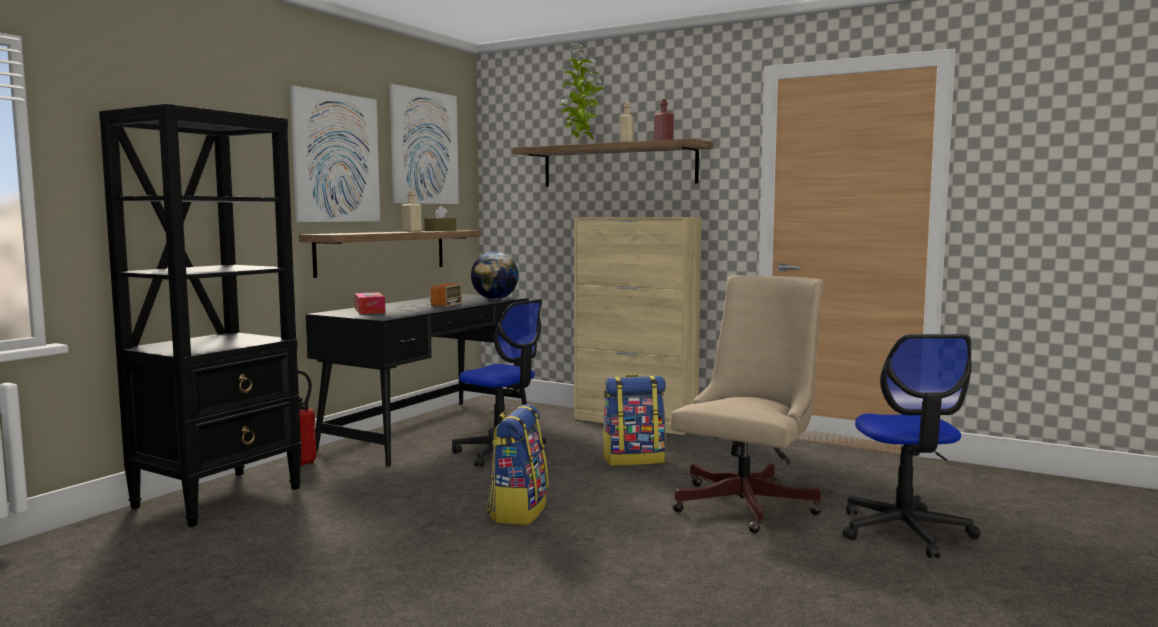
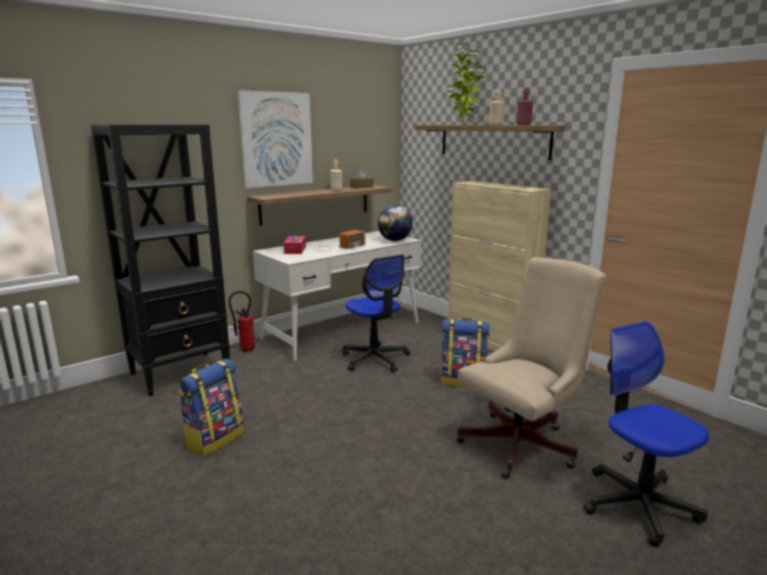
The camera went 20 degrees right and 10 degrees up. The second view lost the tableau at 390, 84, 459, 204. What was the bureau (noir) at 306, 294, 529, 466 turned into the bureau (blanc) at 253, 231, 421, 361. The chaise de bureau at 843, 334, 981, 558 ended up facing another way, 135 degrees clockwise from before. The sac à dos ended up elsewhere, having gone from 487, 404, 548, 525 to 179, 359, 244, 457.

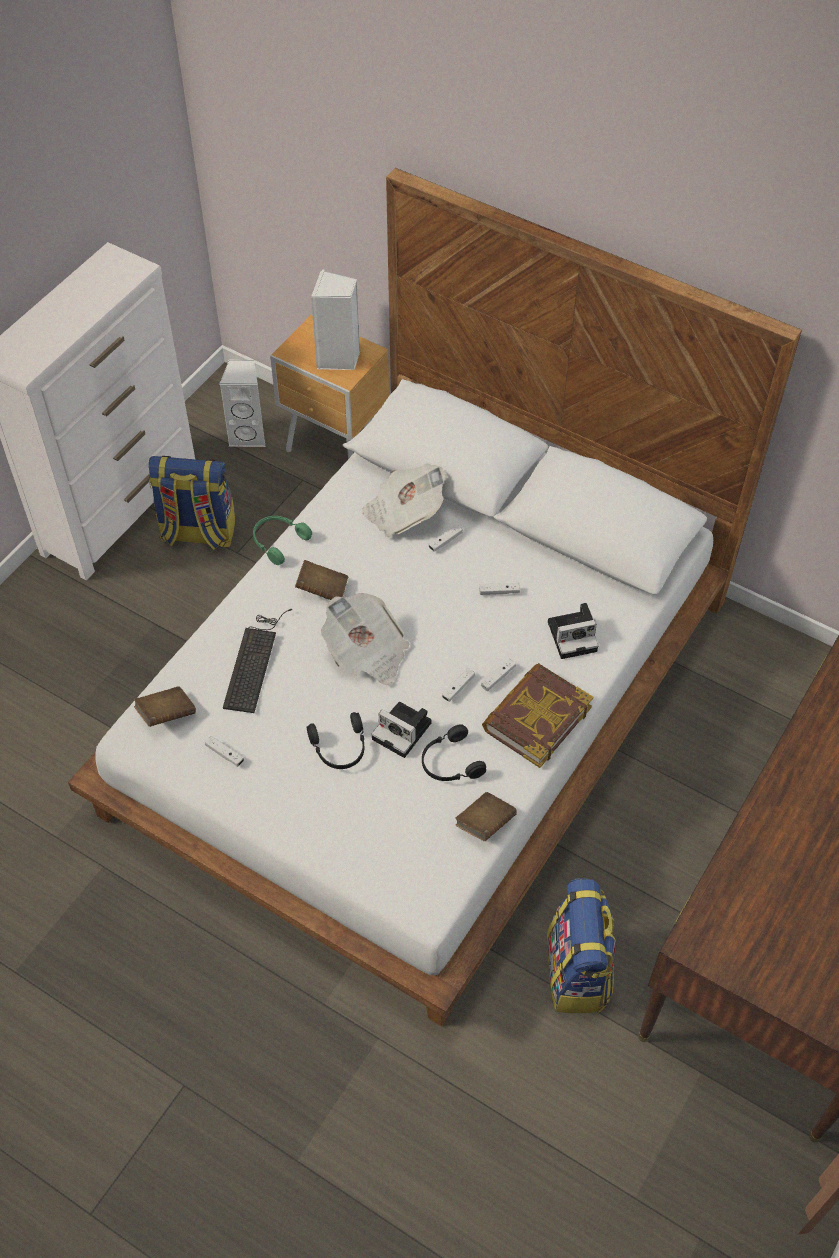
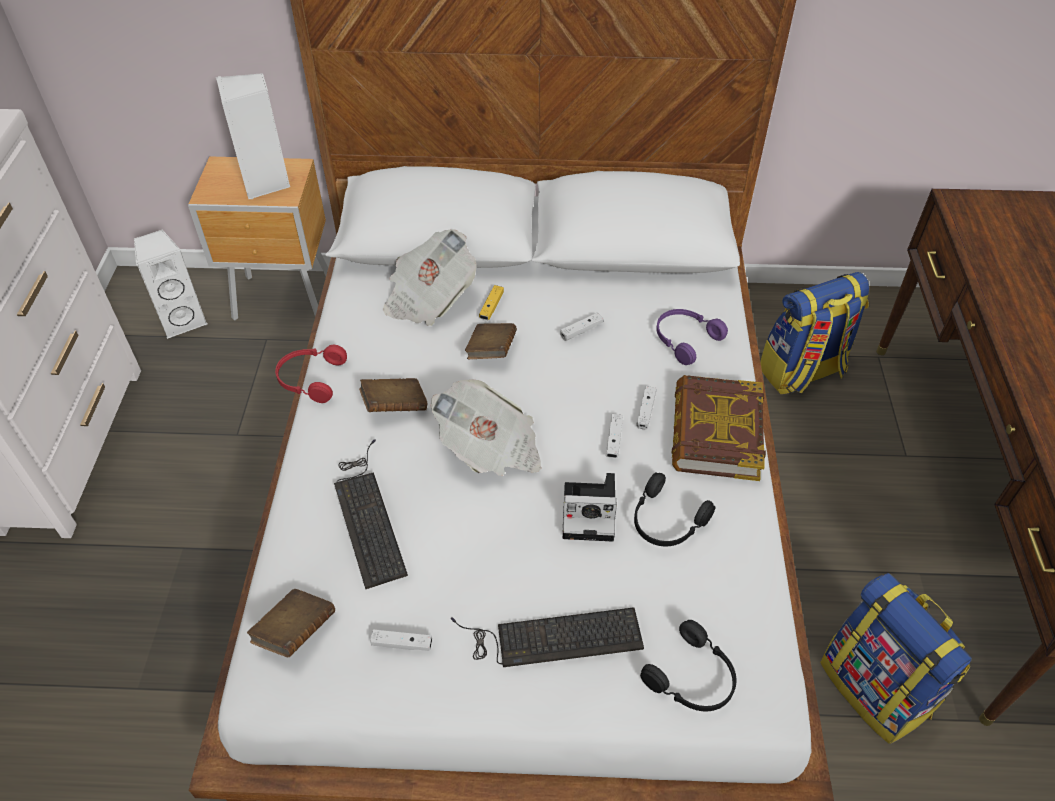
The camera went 30 degrees left and 5 degrees down. The sac à dos ended up elsewhere, having gone from 149, 456, 235, 550 to 760, 272, 869, 394. What was the casque audio (vert) at 253, 516, 312, 565 turned into the casque audio (rouge) at 275, 345, 347, 403. What was the manette (blanc) at 428, 524, 463, 552 turned into the manette (jaune) at 479, 285, 504, 320. Where the appareil photo stood at 548, 603, 598, 659, the casque audio (violet) came to stand at 656, 309, 728, 365. The casque audio (noir) ended up elsewhere, having gone from 306, 712, 364, 769 to 640, 620, 737, 711. The livre (marron) ended up elsewhere, having gone from 455, 792, 517, 841 to 465, 323, 517, 359. The second view gained the clavier at 451, 607, 644, 667.

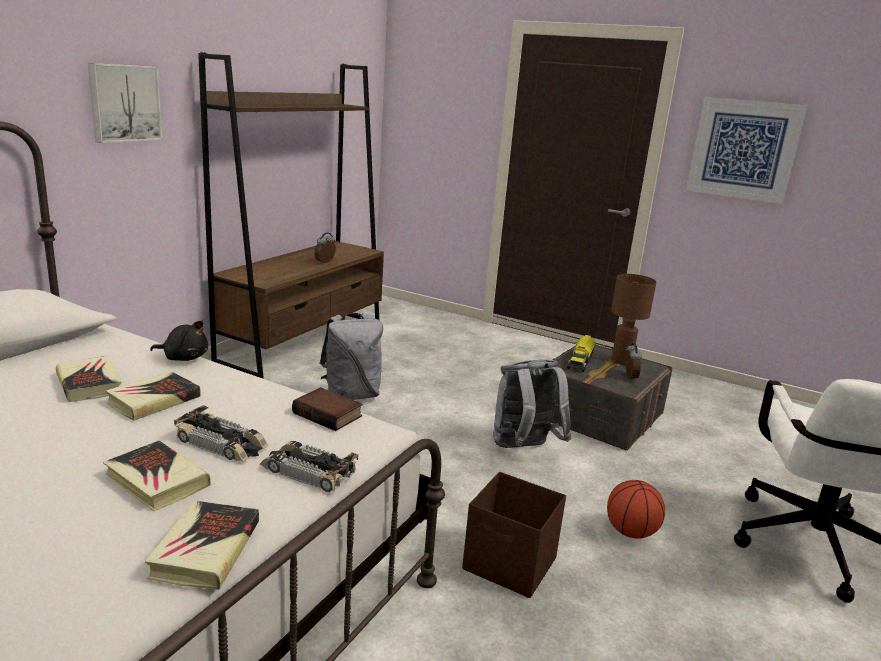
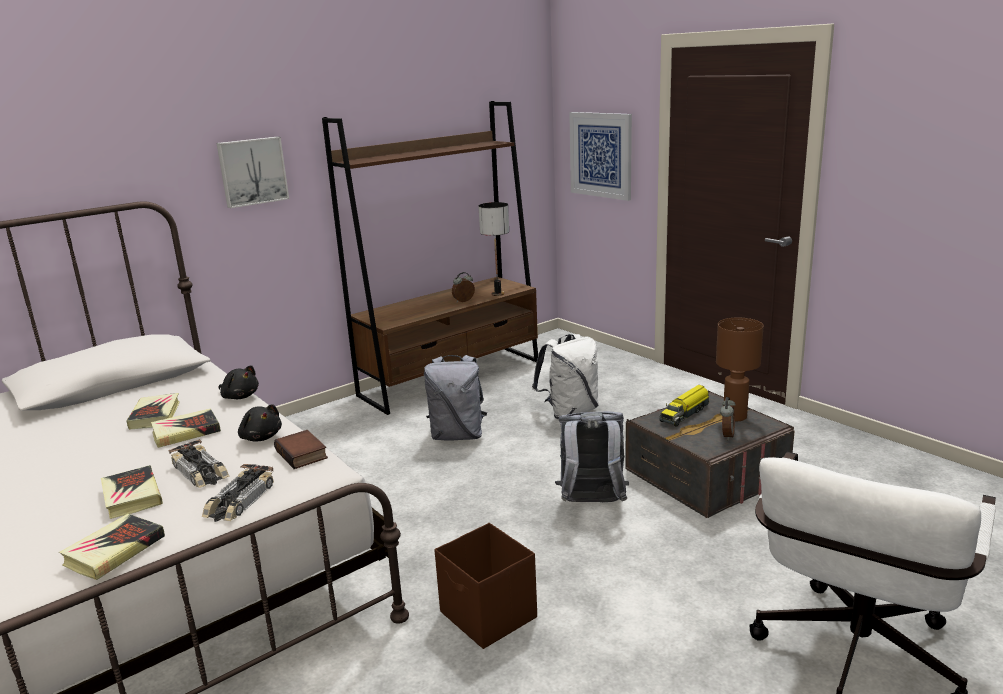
The camera went 25 degrees right and 0 degrees up. The tableau ended up elsewhere, having gone from 686, 97, 807, 204 to 569, 112, 632, 201. The petite voiture at 259, 441, 358, 492 ended up facing another way, 120 degrees counterclockwise from before. The second view lost the ballon de basket at 607, 480, 665, 539. The second view gained the lampe de table at 478, 202, 509, 296. The second view gained the sac à dos (blanc) at 532, 334, 598, 419. The second view gained the peluche (noir) at 238, 404, 282, 441.

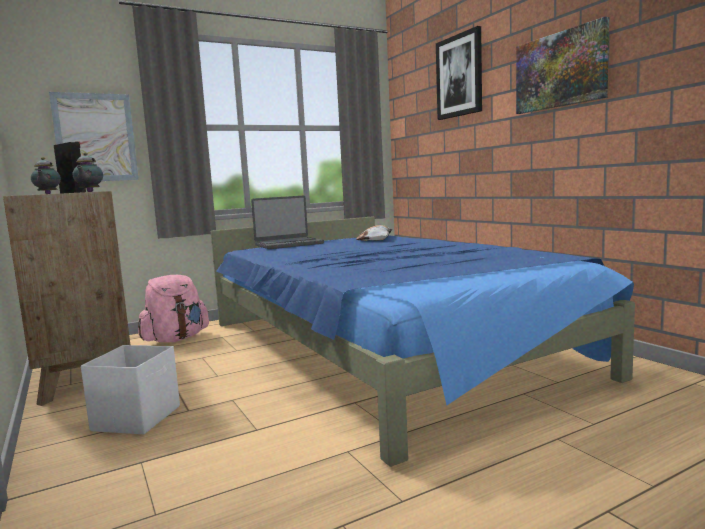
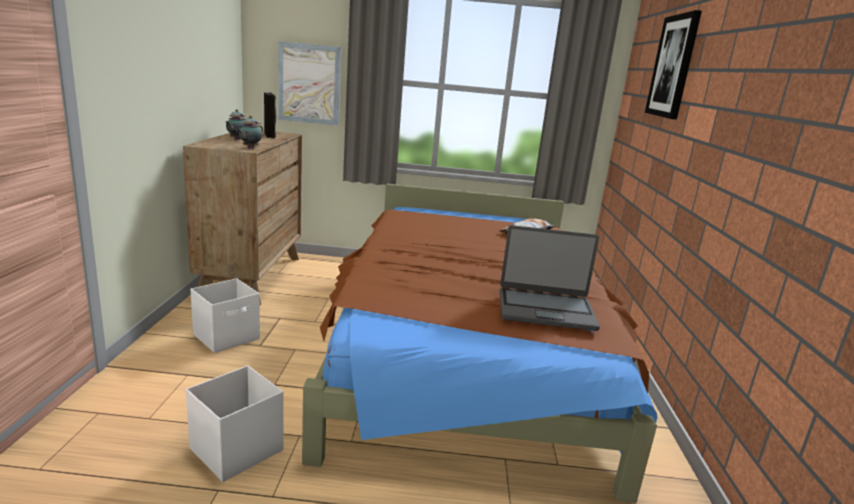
The camera went 30 degrees right and 10 degrees up. The second view lost the tableau at 516, 17, 609, 114. The ordinateur portable ended up elsewhere, having gone from 251, 196, 324, 249 to 500, 225, 600, 331. What was the lit (bleu) at 211, 216, 635, 467 turned into the lit (marron) at 302, 184, 657, 503. The second view lost the sac à dos (rose) at 138, 275, 209, 342. The second view gained the boîte de rangement (blanc) at 186, 365, 284, 482.

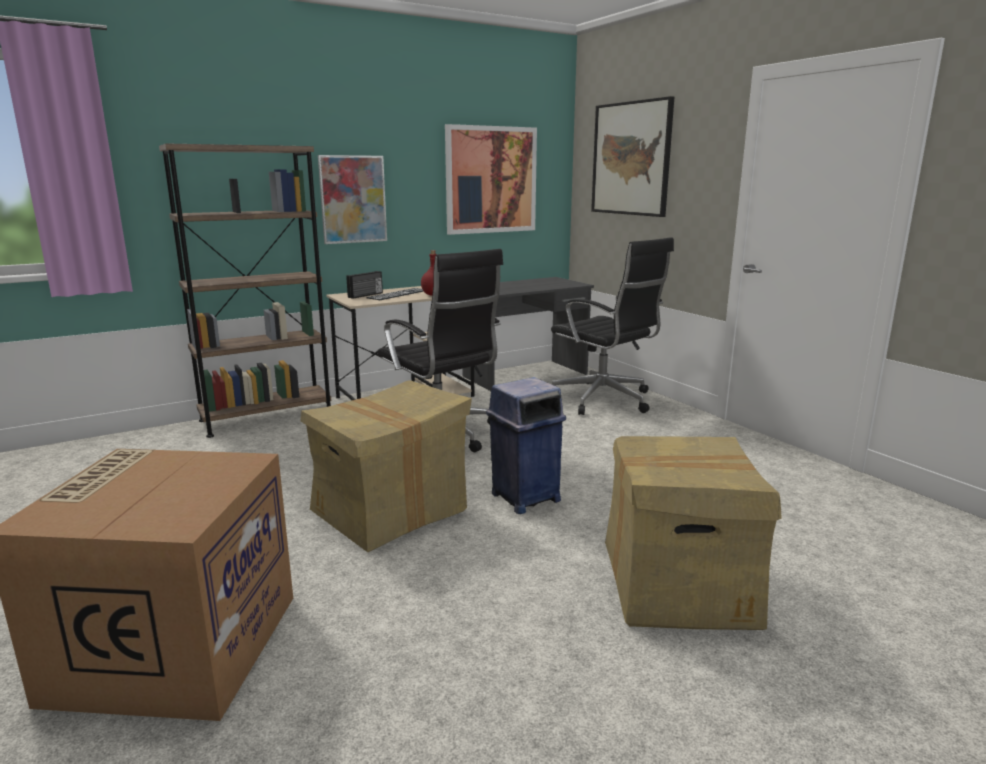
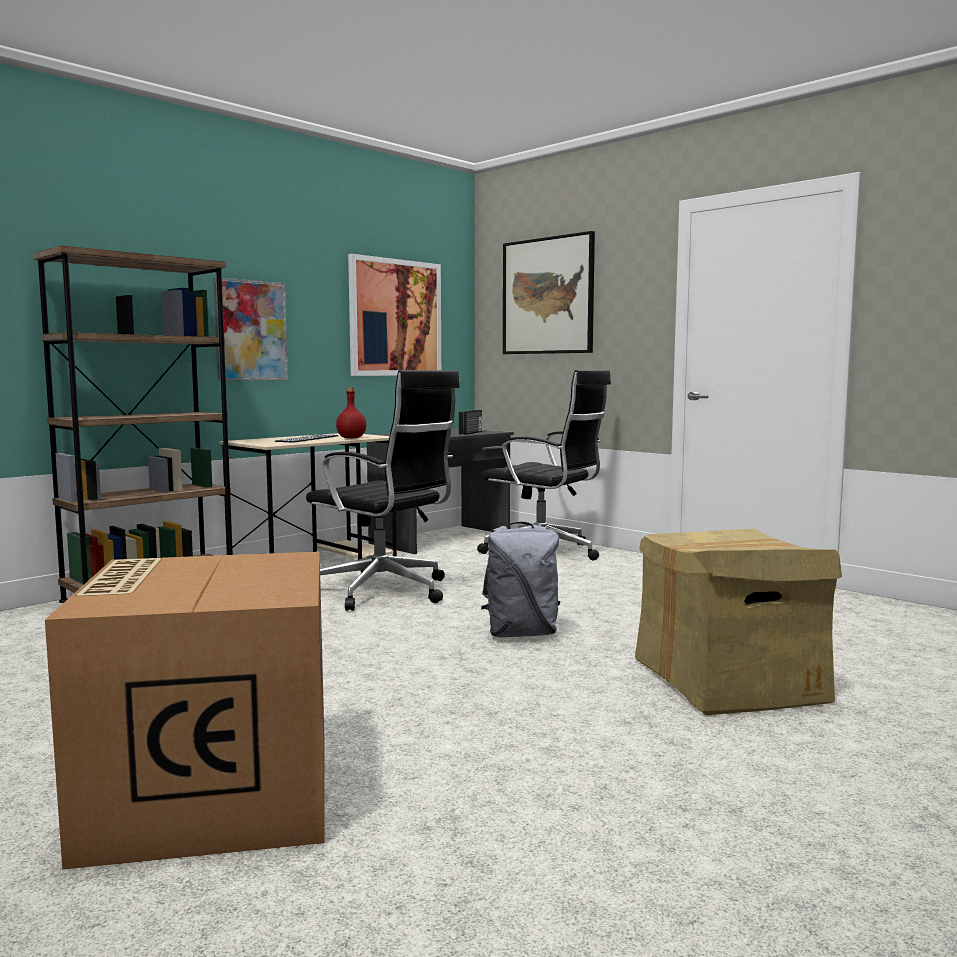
The camera went 15 degrees left and 10 degrees down. The radio ended up elsewhere, having gone from 346, 271, 383, 299 to 459, 410, 483, 435. Where the poubelle (bleu) stood at 486, 377, 566, 514, the sac à dos (gris) came to stand at 481, 522, 560, 637. The second view lost the carton at 301, 380, 472, 552.

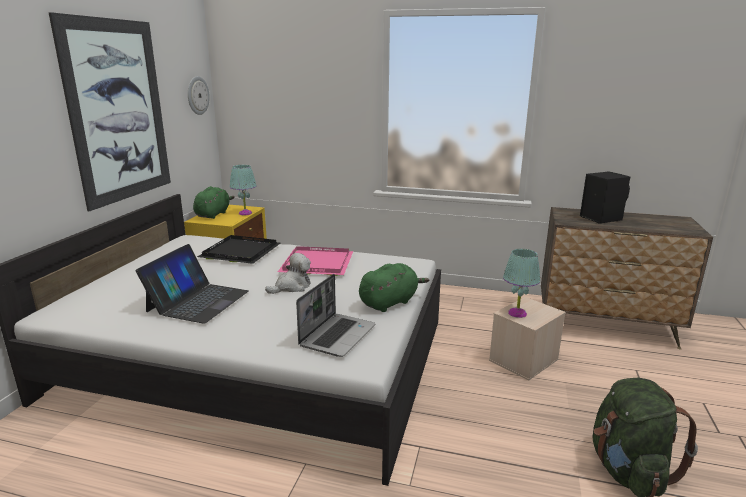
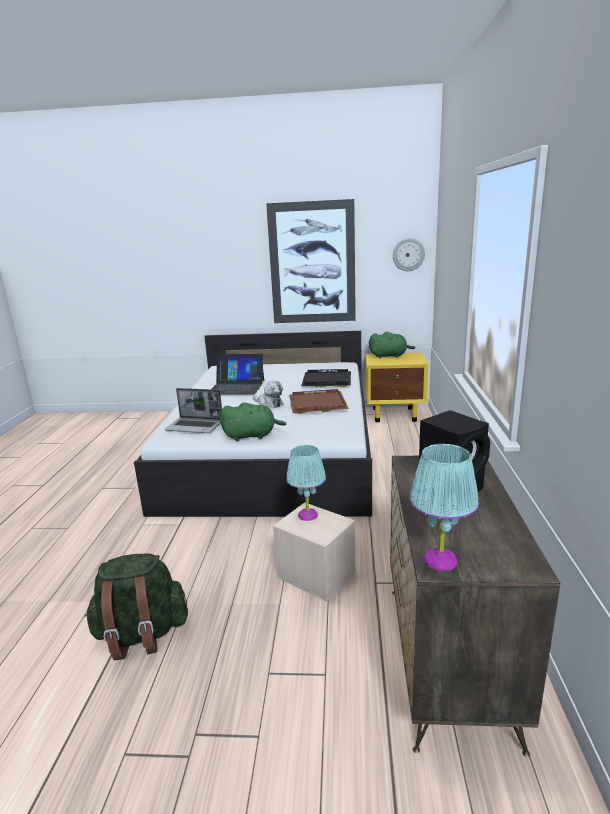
The camera went 80 degrees right and 0 degrees up. The lampe de table (turquoise) ended up elsewhere, having gone from 230, 165, 257, 215 to 410, 444, 479, 570. What was the plateau (rose) at 278, 246, 353, 276 turned into the plateau (marron) at 289, 389, 349, 414. The peluche (vert) at 359, 263, 429, 312 ended up facing another way, 45 degrees counterclockwise from before.

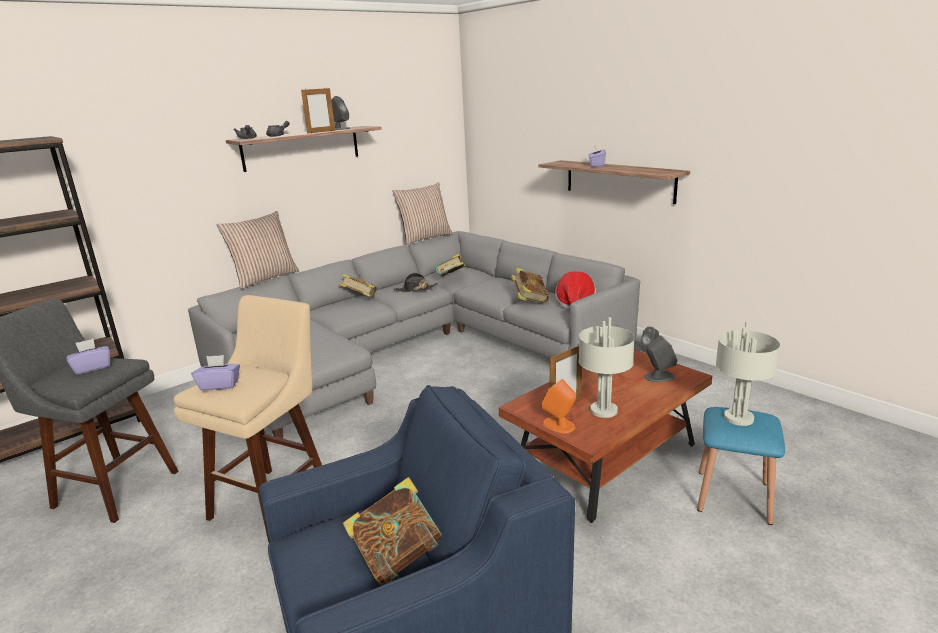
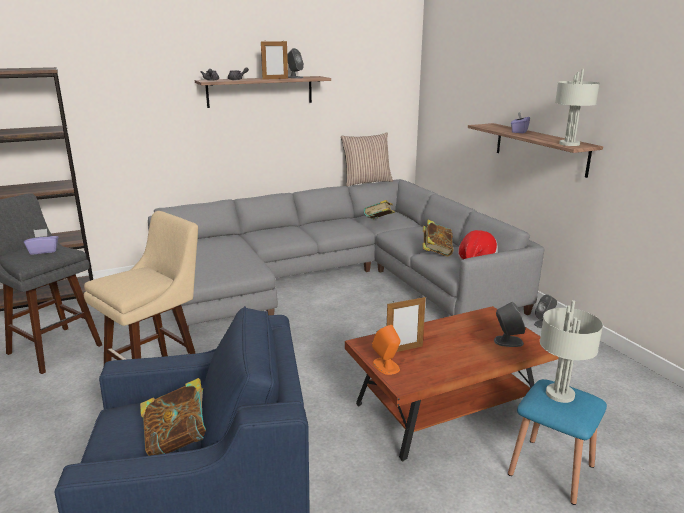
The camera went 15 degrees right and 0 degrees up. The second view lost the coussin at 217, 211, 299, 289. The second view lost the chapeau (noir) at 393, 273, 438, 292. The second view lost the livre at 339, 274, 377, 297. The lampe de table (gris) ended up elsewhere, having gone from 579, 317, 635, 418 to 555, 69, 600, 146. The second view lost the boîte à mouchoirs (violet) at 191, 355, 240, 391.

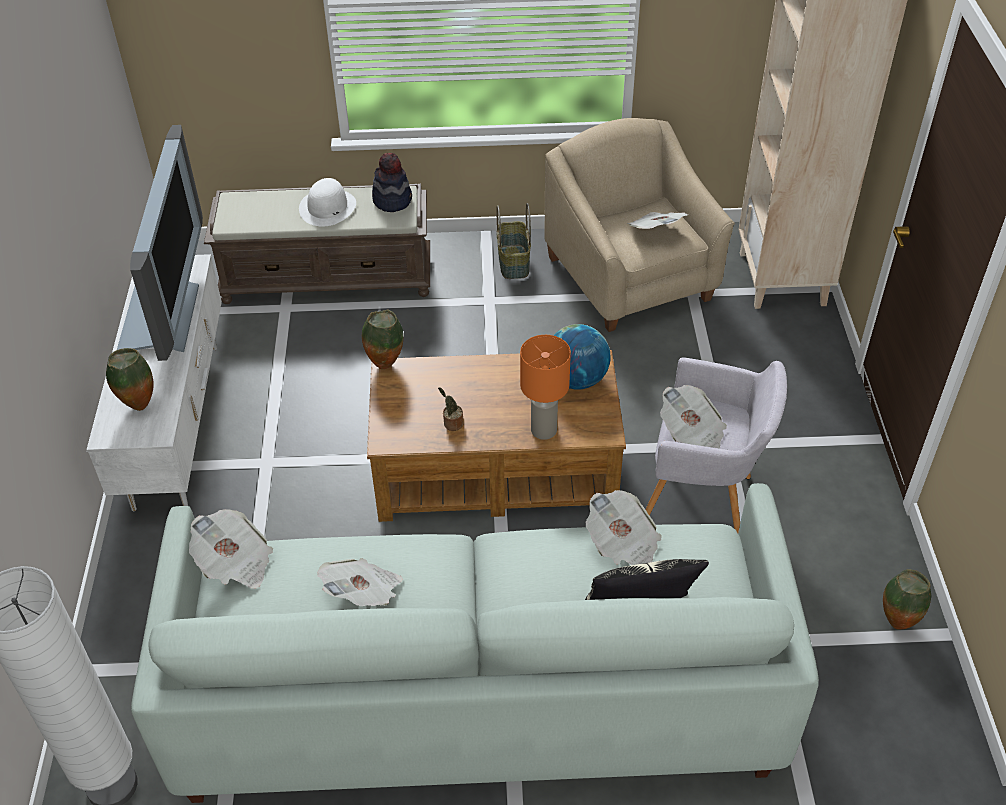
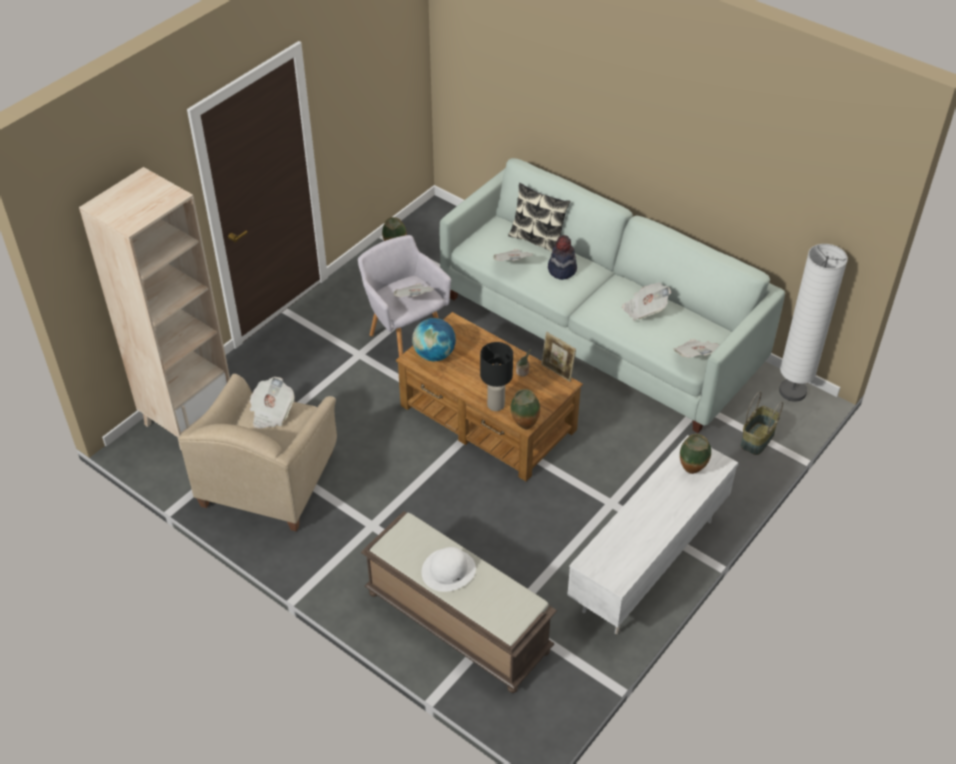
The camera went 140 degrees left and 0 degrees up. The second view lost the téléviseur at 117, 125, 203, 361. The chapeau ended up elsewhere, having gone from 372, 153, 412, 212 to 548, 235, 577, 280. The panier ended up elsewhere, having gone from 496, 203, 531, 279 to 740, 392, 783, 455. The second view lost the lampe de table (orange) at 520, 335, 571, 440. The second view gained the cadre photo at 541, 332, 576, 382. The second view gained the lampe de table (noir) at 480, 342, 513, 411.

